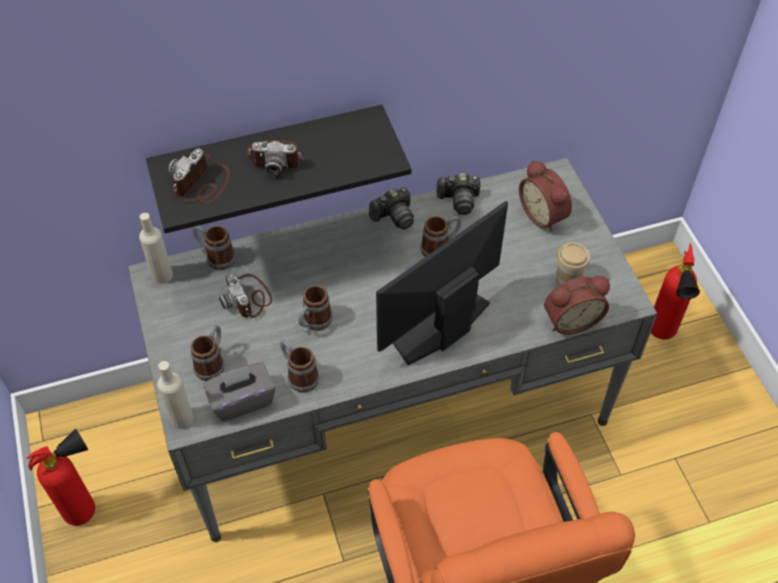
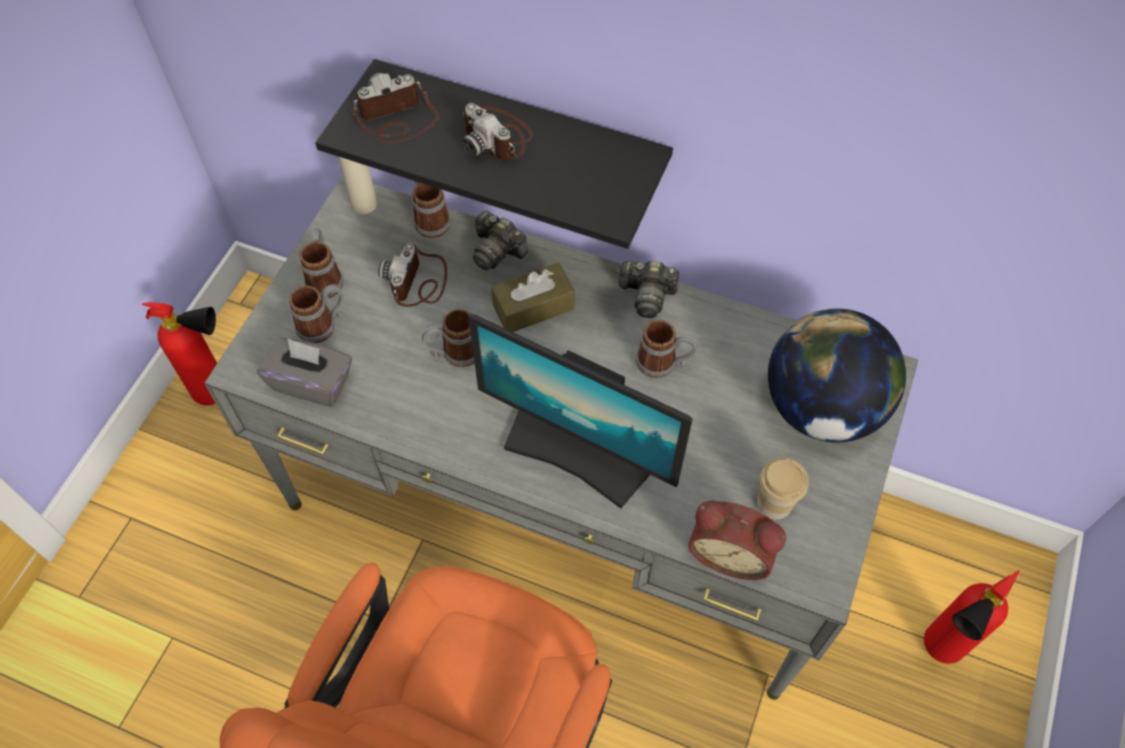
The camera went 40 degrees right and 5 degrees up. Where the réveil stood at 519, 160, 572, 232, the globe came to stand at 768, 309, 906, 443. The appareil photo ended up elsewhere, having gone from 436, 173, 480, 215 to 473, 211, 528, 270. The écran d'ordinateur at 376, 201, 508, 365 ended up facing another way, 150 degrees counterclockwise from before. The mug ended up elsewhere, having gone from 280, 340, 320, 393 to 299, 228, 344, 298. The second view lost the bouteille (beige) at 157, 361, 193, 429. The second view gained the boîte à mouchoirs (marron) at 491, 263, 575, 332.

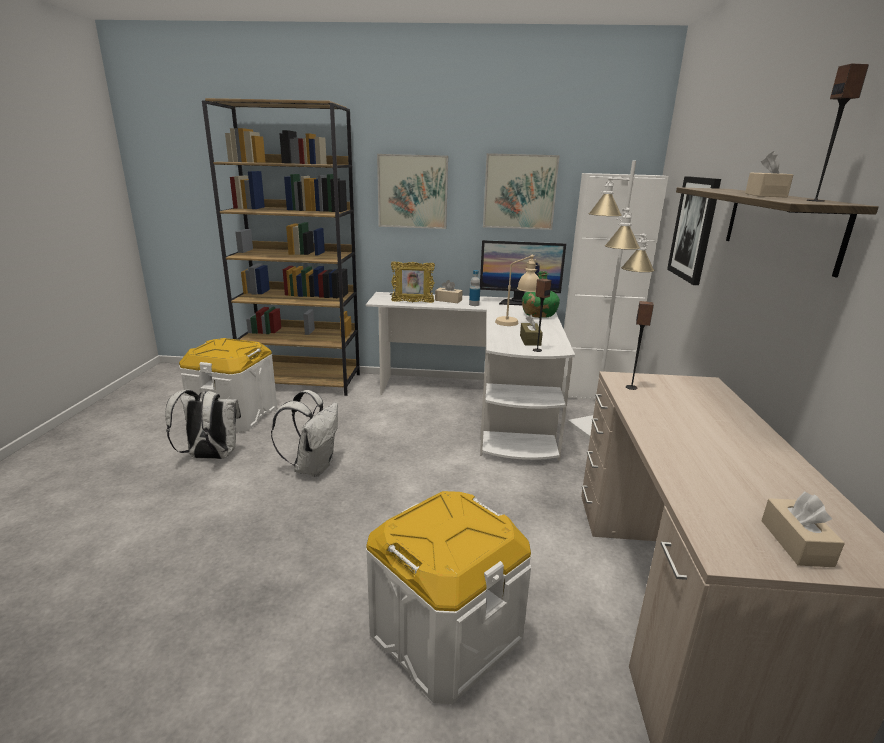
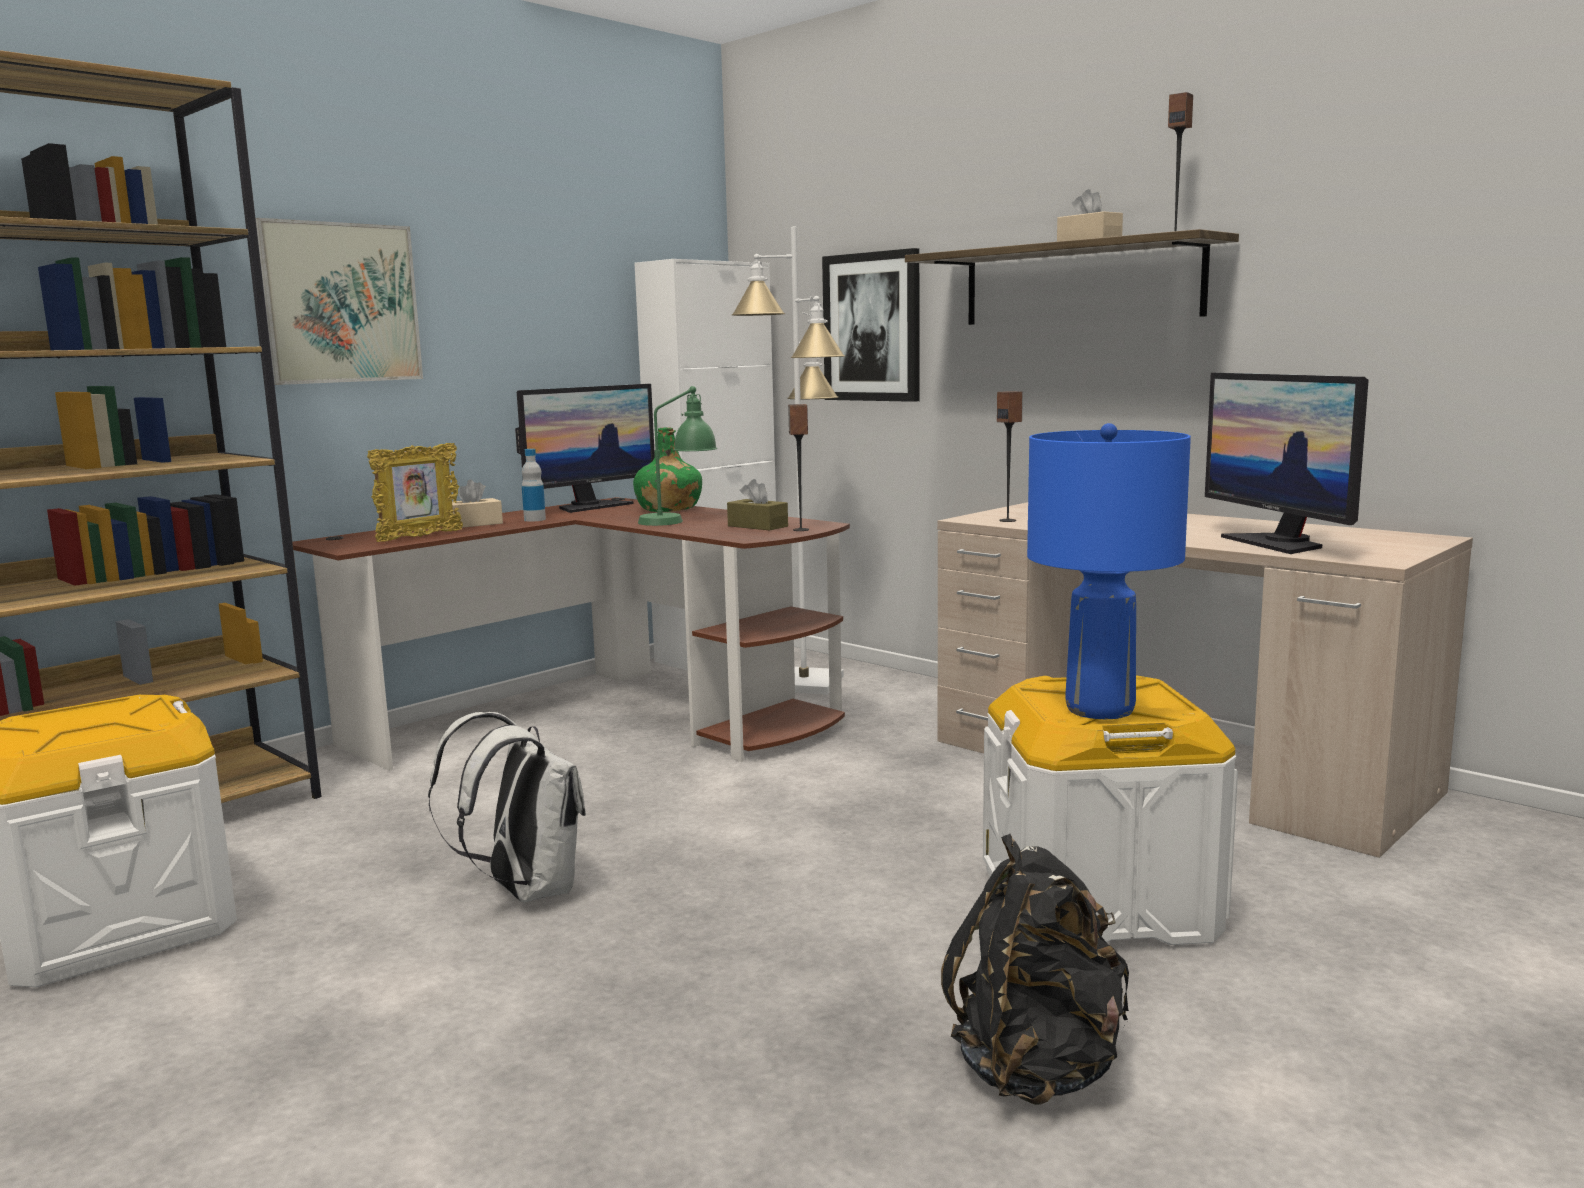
The camera went 50 degrees left and 10 degrees down. The second view lost the tableau at 483, 153, 560, 230. What was the lampe de table (beige) at 495, 255, 541, 326 turned into the lampe de table (vert) at 638, 386, 717, 526. What was the bureau (blanc) at 366, 292, 575, 461 turned into the bureau (marron) at 293, 497, 850, 771. The second view lost the sac à dos (blanc) at 165, 389, 241, 459. The second view lost the boîte à mouchoirs (beige) at 762, 492, 845, 567. The second view gained the écran d'ordinateur at 1205, 373, 1369, 554. The second view gained the lampe de table (bleu) at 1027, 423, 1191, 719. The second view gained the sac à dos (noir) at 941, 834, 1129, 1105.

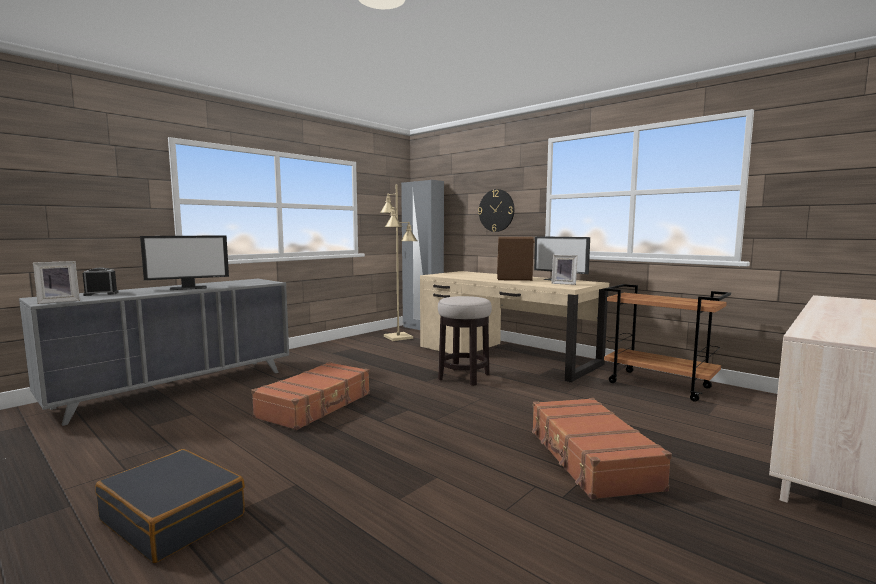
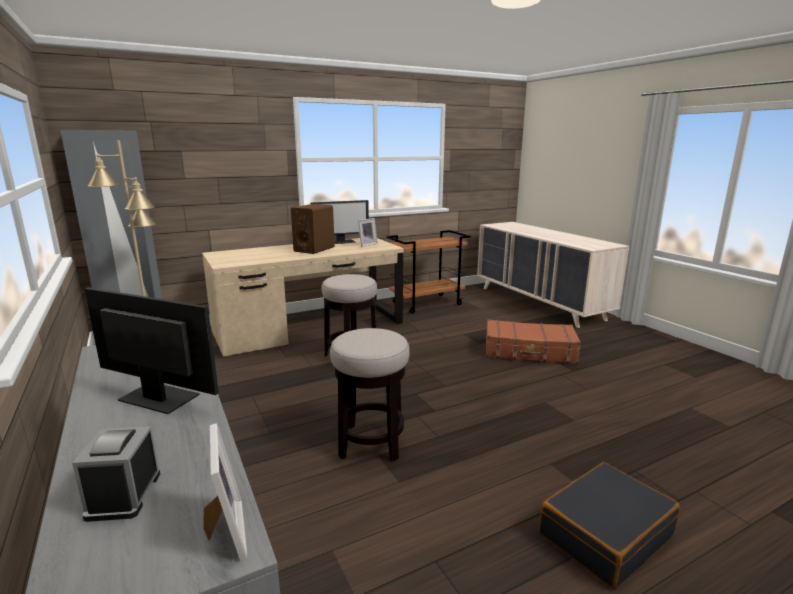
The camera went 70 degrees left and 10 degrees up. The second view lost the horloge murale at 478, 189, 514, 232. The écran d'ordinateur at 140, 235, 229, 290 ended up facing another way, 60 degrees counterclockwise from before. Where the valise (marron) stood at 251, 362, 370, 430, the tabouret came to stand at 330, 328, 410, 462.

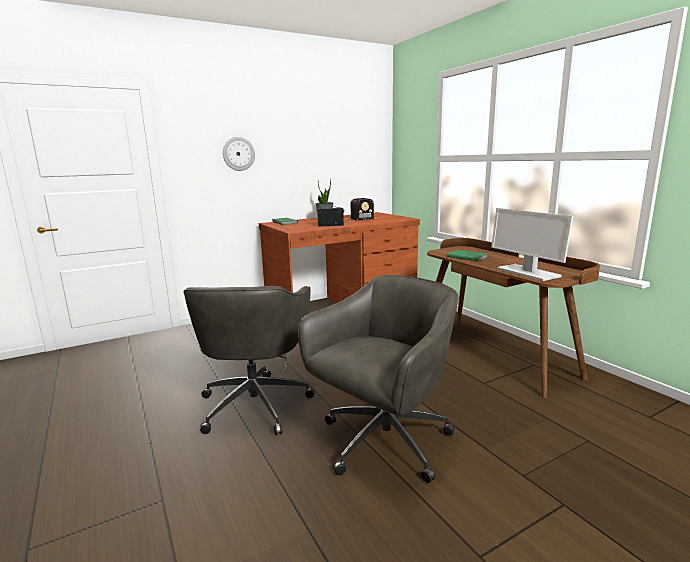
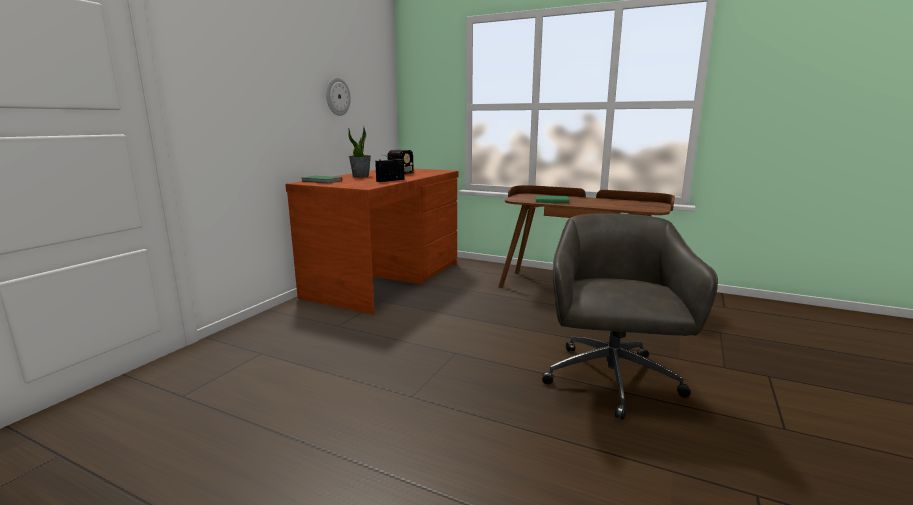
The camera went 35 degrees left and 0 degrees up. The horloge murale ended up elsewhere, having gone from 223, 137, 255, 171 to 326, 77, 351, 116. The second view lost the écran d'ordinateur at 491, 208, 573, 281. The second view lost the chaise de bureau (gris) at 183, 286, 315, 435.

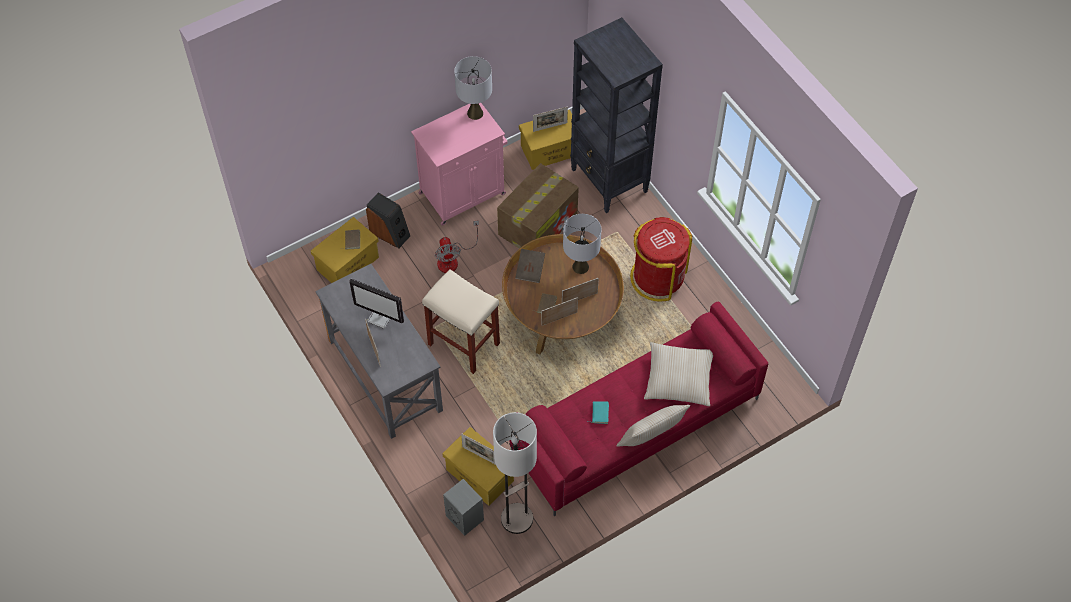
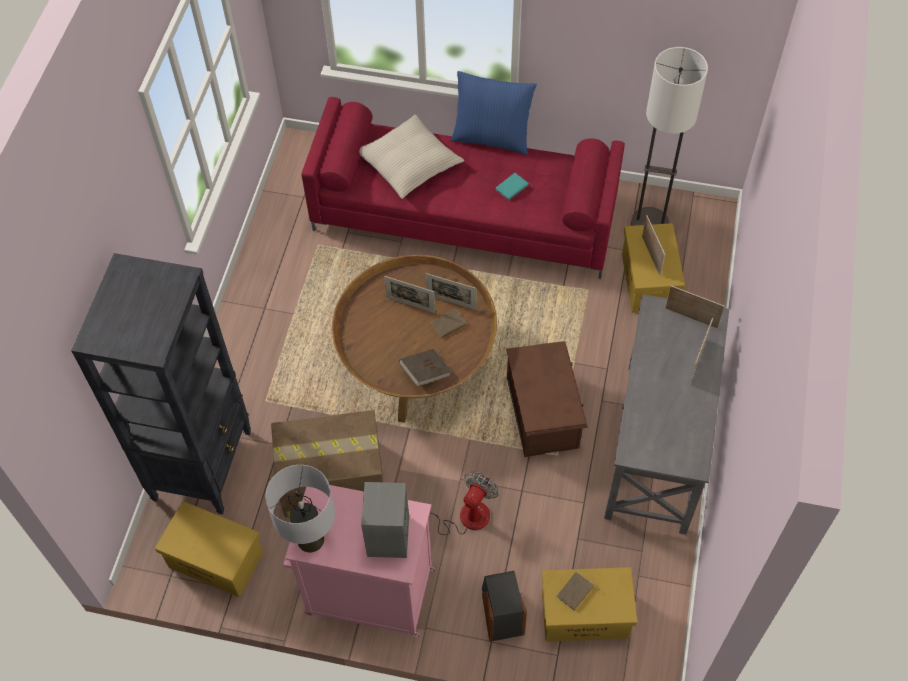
The camera went 135 degrees left and 0 degrees up. The cadre photo ended up elsewhere, having gone from 533, 106, 568, 132 to 665, 285, 725, 329. The second view lost the lampe de table (gris) at 563, 214, 602, 274. The second view lost the poubelle (rouge) at 630, 217, 692, 301. Where the tabouret (beige) stood at 422, 269, 500, 374, the boîte de rangement (marron) came to stand at 506, 341, 588, 457. The second view lost the écran d'ordinateur at 349, 279, 404, 329. What was the coussin (beige) at 616, 405, 690, 447 turned into the coussin (bleu) at 451, 71, 537, 155. The enceinte (gris) ended up elsewhere, having gone from 443, 479, 484, 536 to 361, 482, 409, 558.

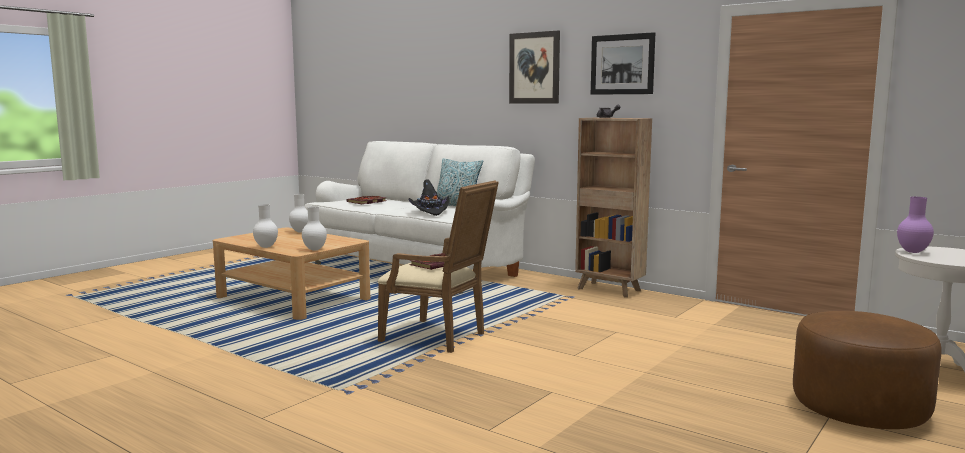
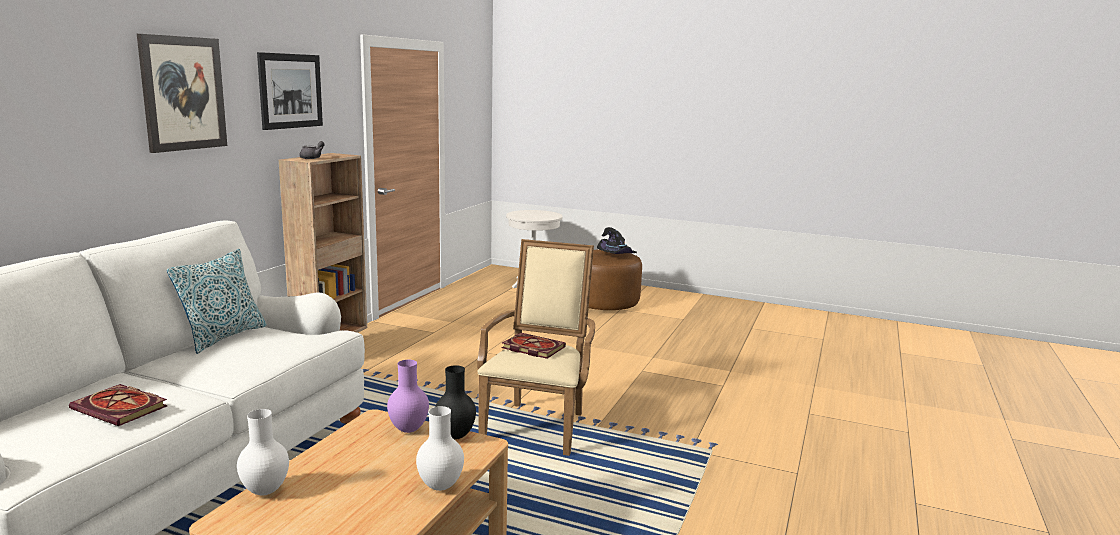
The camera went 105 degrees left and 5 degrees up. The chapeau (noir) ended up elsewhere, having gone from 408, 179, 450, 216 to 597, 227, 637, 254. The vase (violet) ended up elsewhere, having gone from 897, 197, 934, 253 to 387, 360, 429, 433. What was the vase (blanc) at 302, 206, 327, 251 turned into the vase (noir) at 435, 365, 476, 440.

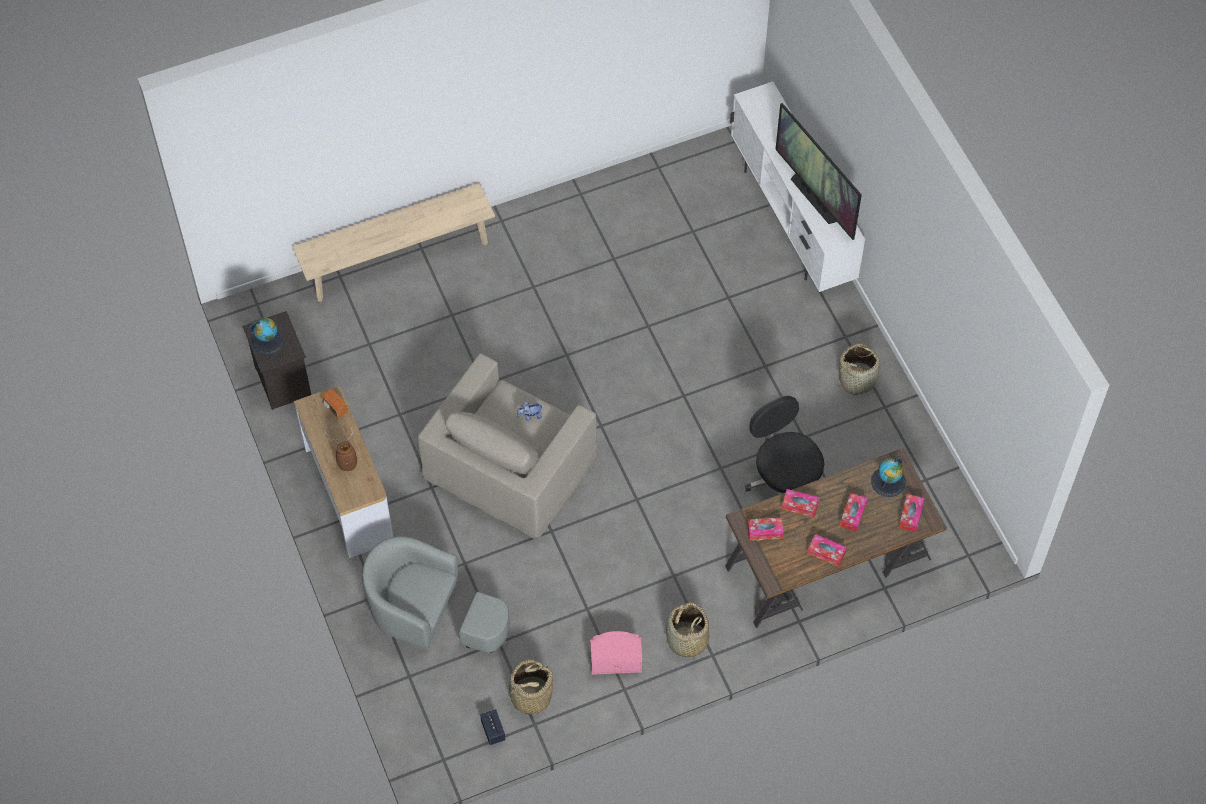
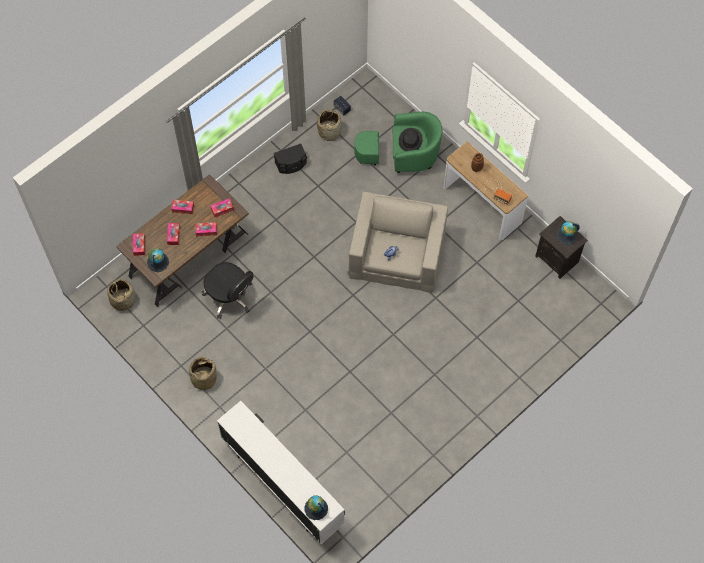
The camera went 160 degrees right and 5 degrees up. The second view lost the téléviseur at 775, 103, 862, 240. The second view lost the banc (beige) at 292, 183, 495, 302. What was the fauteuil (gris) at 362, 536, 510, 653 turned into the fauteuil (vert) at 354, 112, 442, 173. The panier ended up elsewhere, having gone from 666, 602, 709, 657 to 107, 279, 136, 311. What was the enceinte (rose) at 590, 631, 642, 675 turned into the enceinte (noir) at 274, 144, 307, 174. The second view gained the chapeau (noir) at 399, 128, 423, 151. The second view gained the globe at 305, 496, 328, 520.

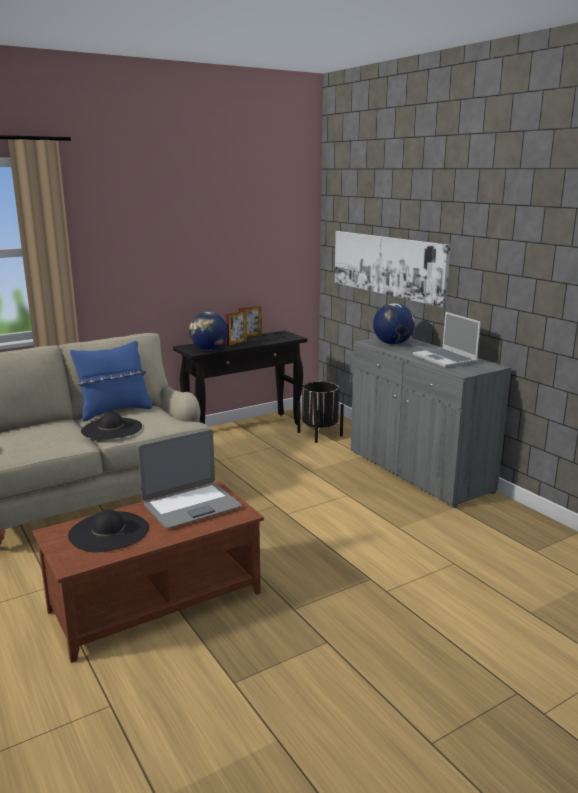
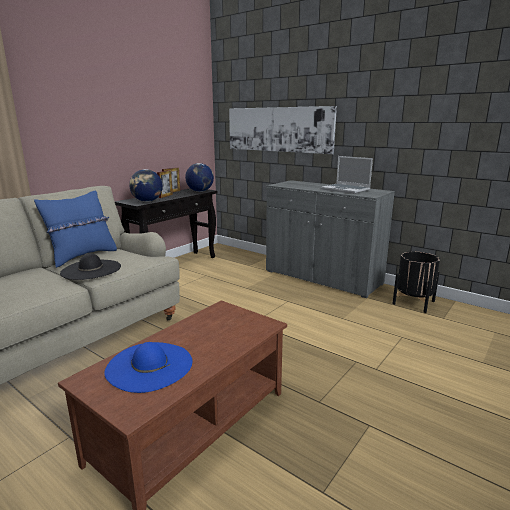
The camera went 20 degrees left and 0 degrees up. The globe ended up elsewhere, having gone from 373, 303, 415, 345 to 185, 163, 214, 192. The cache-pot (noir) ended up elsewhere, having gone from 297, 381, 344, 443 to 392, 251, 440, 313. The second view lost the ordinateur portable at 138, 430, 242, 529. What was the chapeau (noir) at 68, 510, 149, 552 turned into the chapeau (bleu) at 104, 342, 192, 393.

